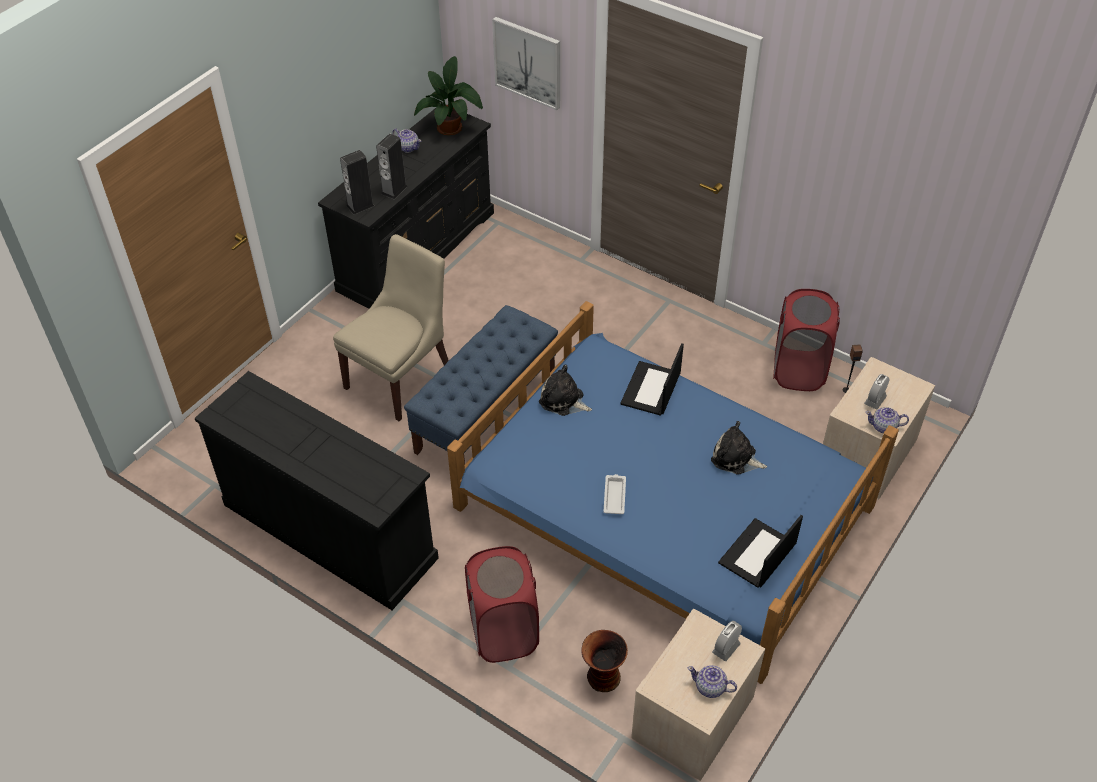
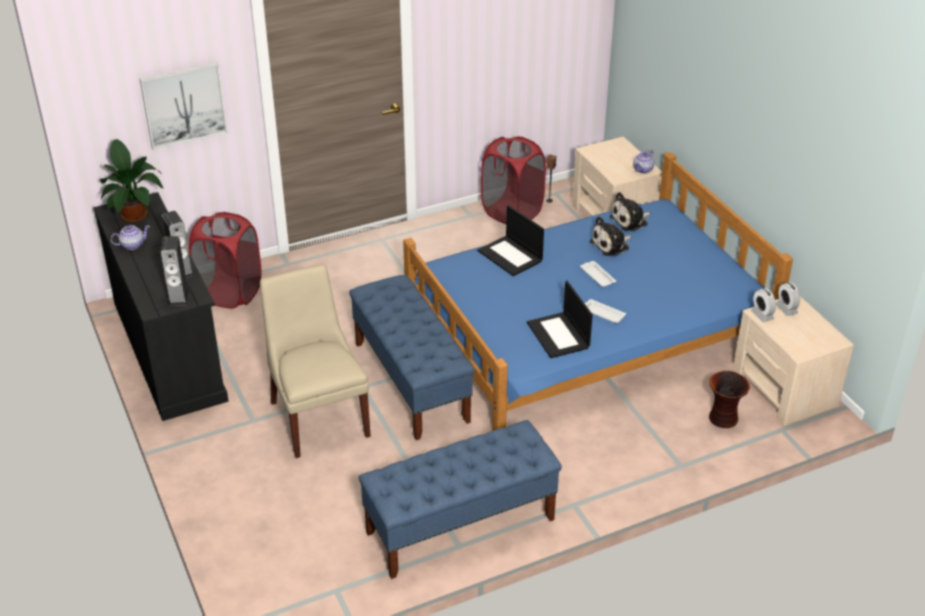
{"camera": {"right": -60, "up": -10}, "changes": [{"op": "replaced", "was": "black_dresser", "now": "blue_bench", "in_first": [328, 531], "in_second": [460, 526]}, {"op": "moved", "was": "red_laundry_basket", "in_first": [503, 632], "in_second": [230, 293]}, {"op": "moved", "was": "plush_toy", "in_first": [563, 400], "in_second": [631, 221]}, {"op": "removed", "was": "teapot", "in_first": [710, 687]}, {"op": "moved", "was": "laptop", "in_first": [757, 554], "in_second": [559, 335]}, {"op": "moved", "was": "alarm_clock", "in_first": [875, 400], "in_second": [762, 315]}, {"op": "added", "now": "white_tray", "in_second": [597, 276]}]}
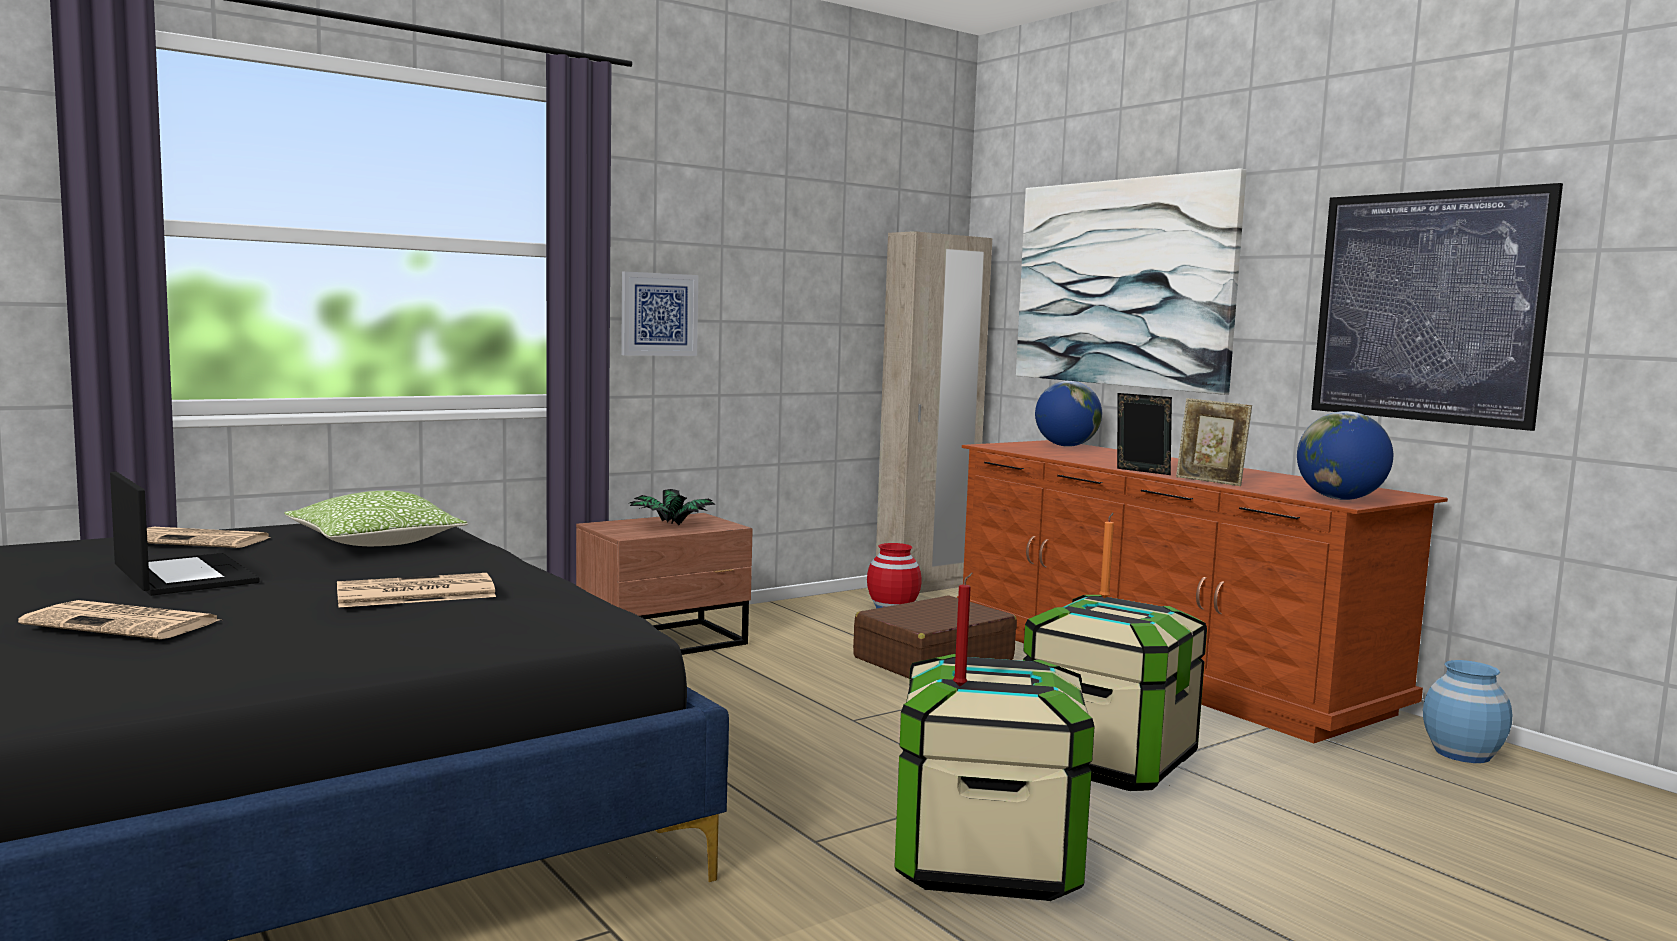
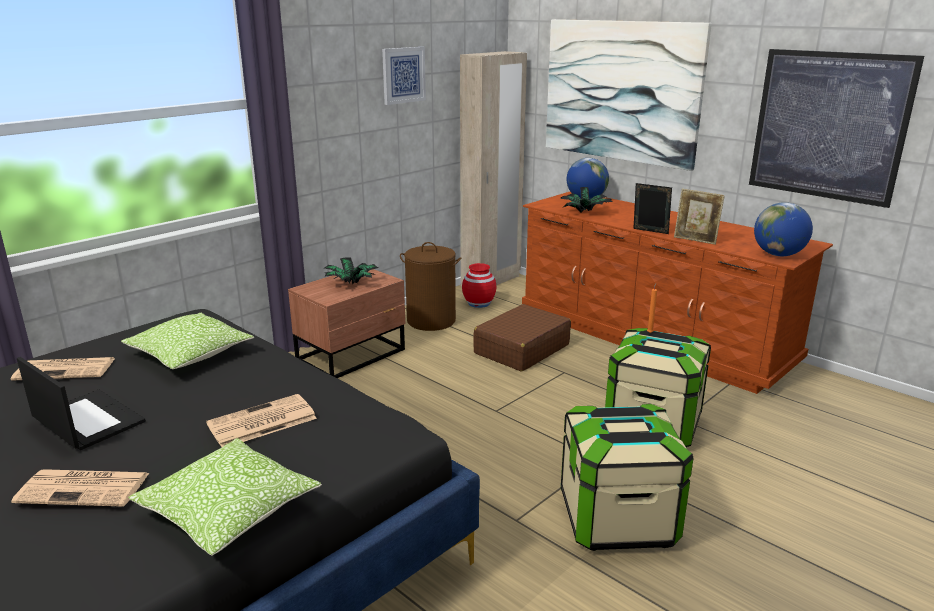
{"camera": {"right": -10, "up": 15}, "changes": [{"op": "moved", "was": "picture", "in_first": [658, 314], "in_second": [403, 75]}, {"op": "removed", "was": "red_candle", "in_first": [961, 686]}, {"op": "removed", "was": "blue_vase", "in_first": [1462, 753]}, {"op": "added", "now": "pillow", "in_second": [229, 511]}, {"op": "added", "now": "brown_laundry_basket", "in_second": [431, 321]}, {"op": "added", "now": "potted_plant", "in_second": [585, 212]}]}
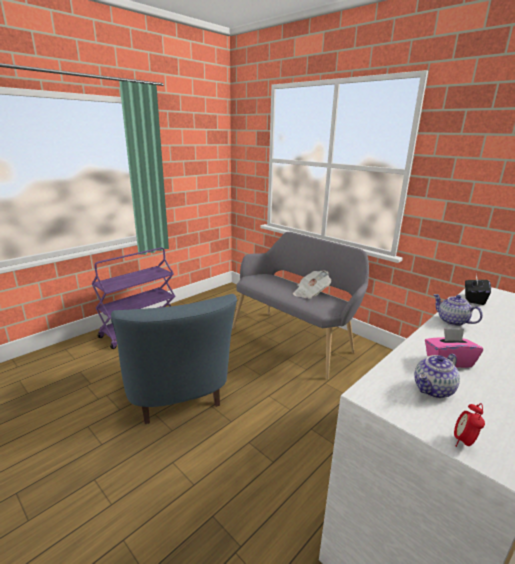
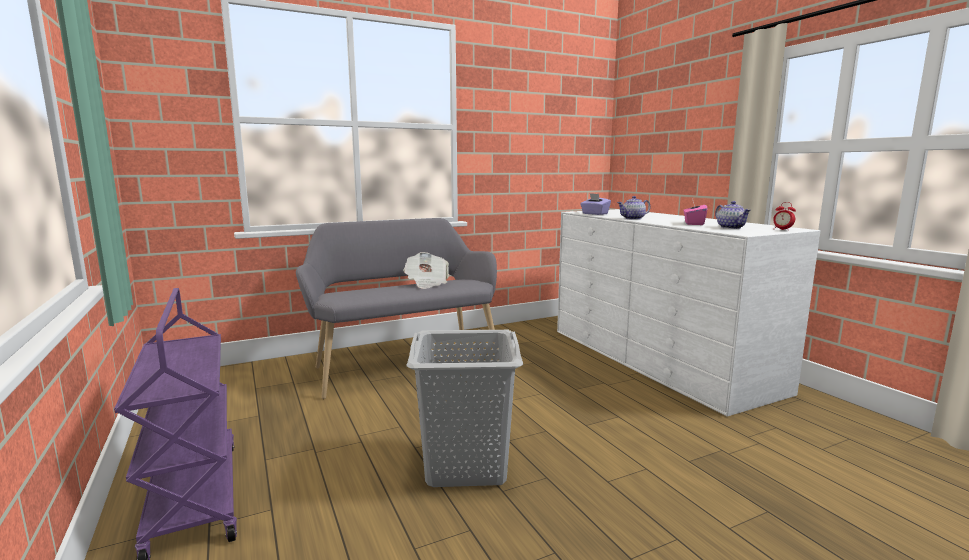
{"camera": {"right": -70, "up": -10}, "changes": [{"op": "replaced", "was": "blue_armchair", "now": "grey_laundry_basket", "in_first": [177, 395], "in_second": [466, 465]}, {"op": "recoloured", "was": "black_tissue_box", "now": "purple_tissue_box", "in_first": [473, 299], "in_second": [594, 214]}]}
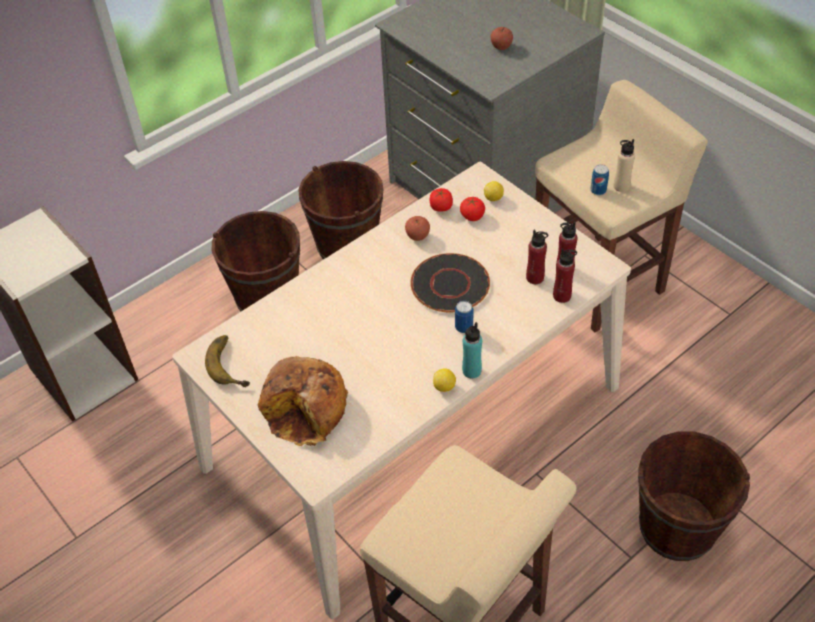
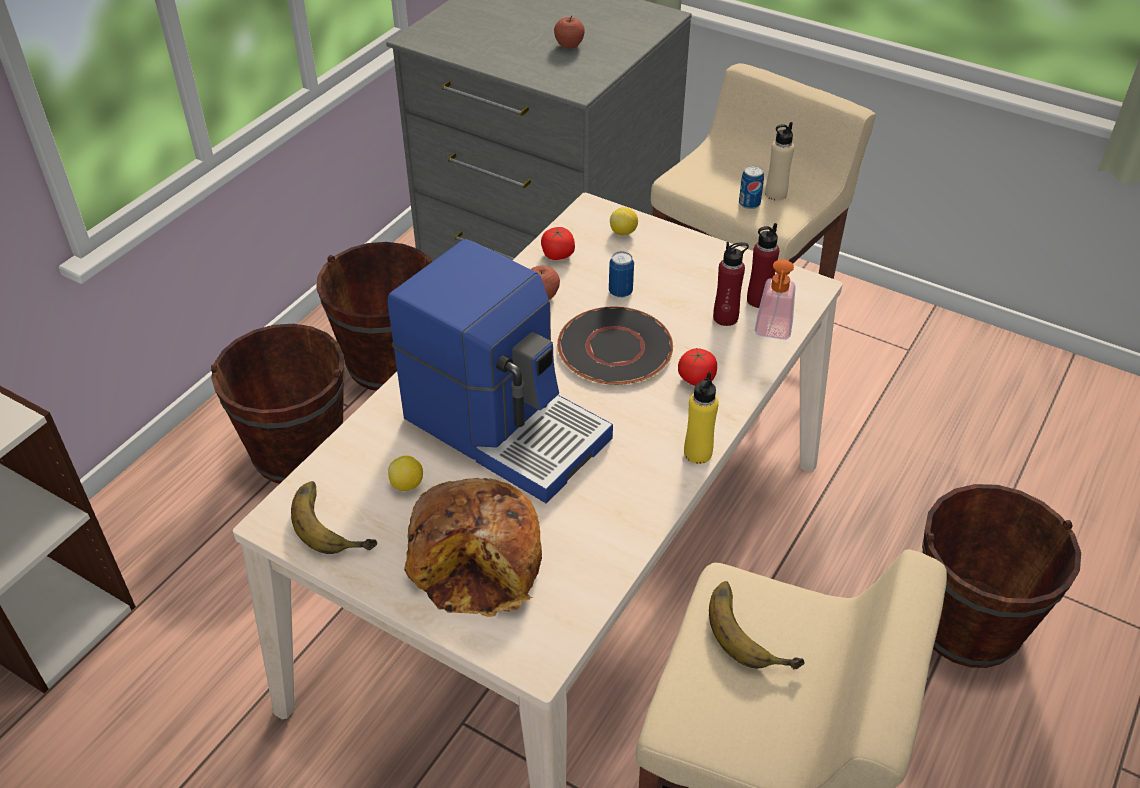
{"camera": {"right": -20, "up": -5}, "changes": [{"op": "moved", "was": "lemon", "in_first": [444, 387], "in_second": [407, 485]}, {"op": "moved", "was": "can", "in_first": [464, 327], "in_second": [620, 292]}, {"op": "moved", "was": "tomato", "in_first": [472, 216], "in_second": [696, 379]}, {"op": "recoloured", "was": "turquoise_bottle", "now": "yellow_bottle", "in_first": [471, 371], "in_second": [697, 453]}, {"op": "replaced", "was": "red_bottle", "now": "soap_dispenser", "in_first": [562, 296], "in_second": [772, 333]}, {"op": "added", "now": "coffee_machine", "in_second": [506, 426]}, {"op": "added", "now": "banana", "in_second": [753, 629]}]}
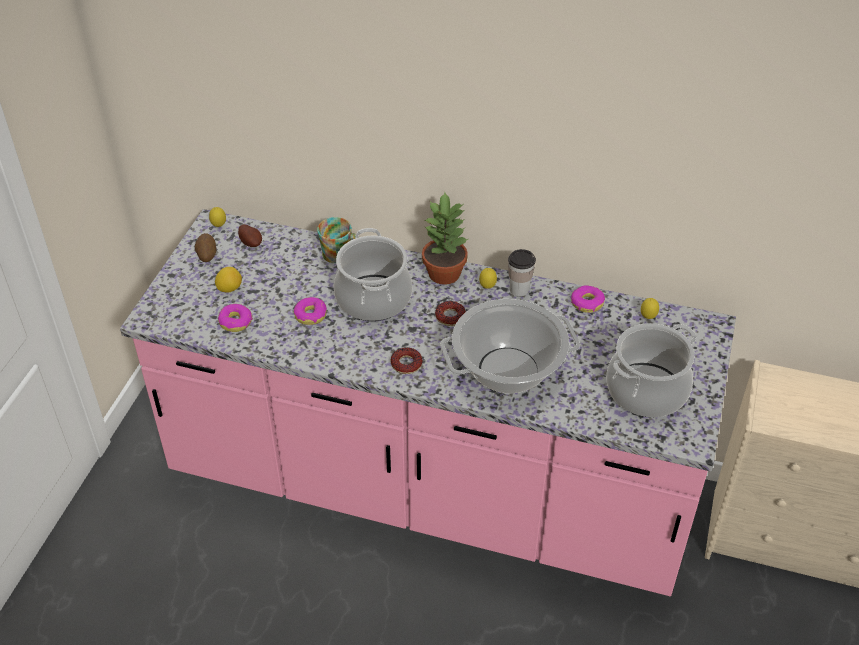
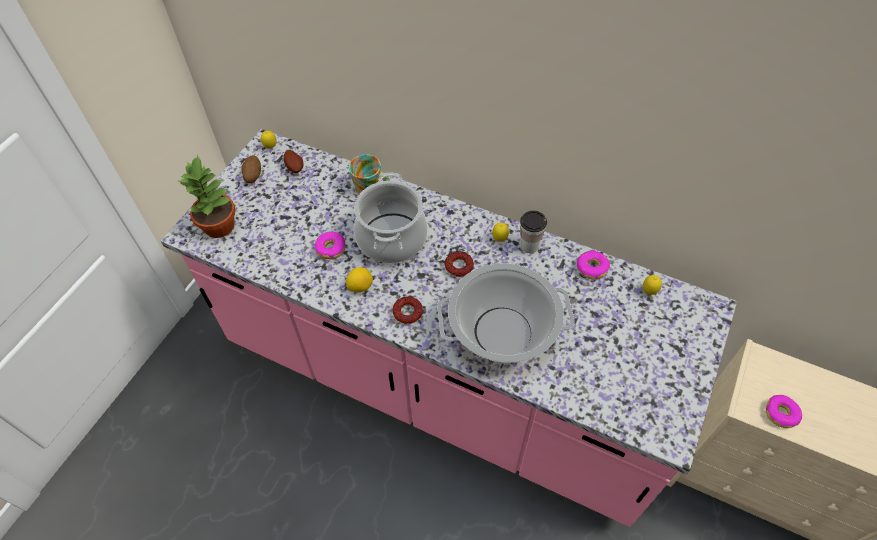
{"camera": {"right": 10, "up": 10}, "changes": [{"op": "moved", "was": "lemon", "in_first": [229, 288], "in_second": [360, 286]}, {"op": "moved", "was": "donut", "in_first": [235, 322], "in_second": [781, 414]}, {"op": "moved", "was": "potted_plant", "in_first": [445, 273], "in_second": [220, 226]}, {"op": "removed", "was": "cooking_pot", "in_first": [647, 391]}]}
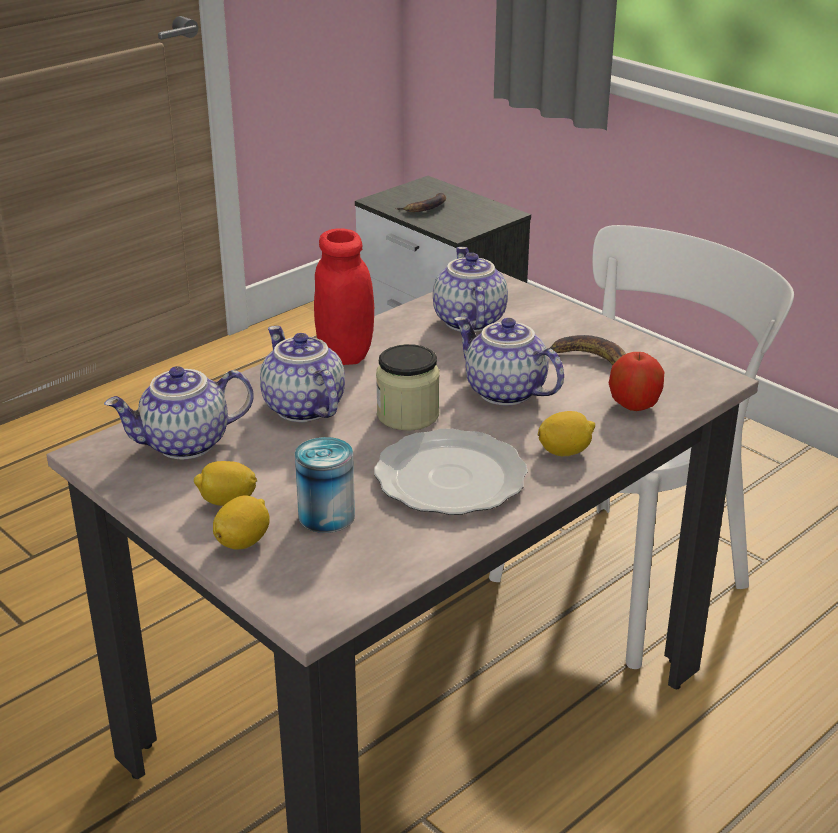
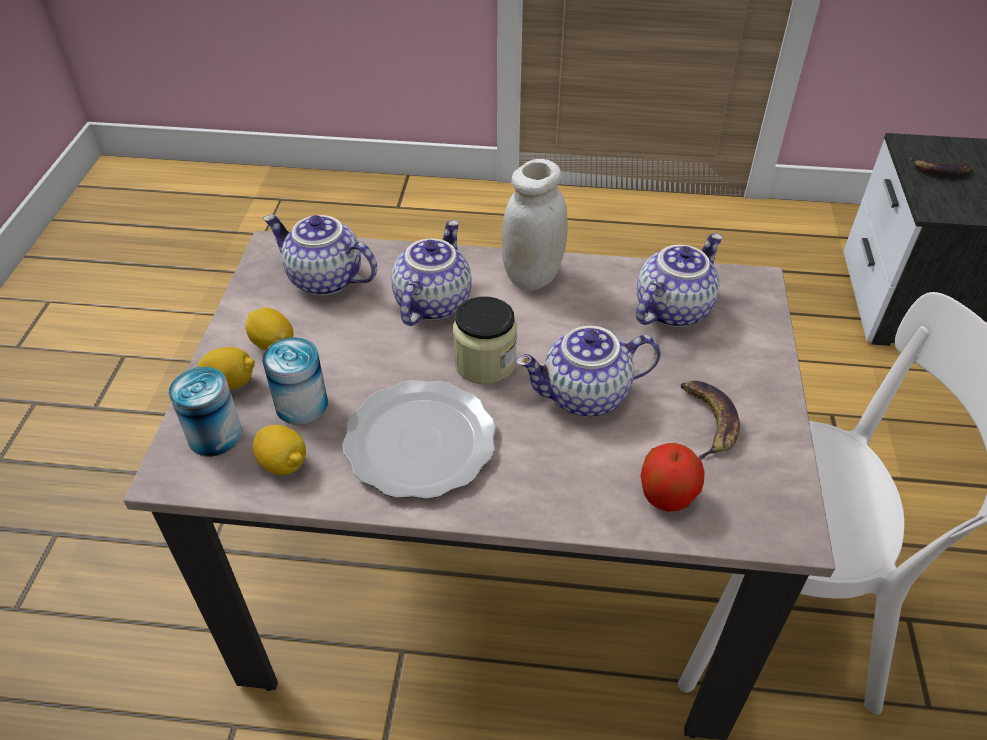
{"camera": {"right": 50, "up": 15}, "changes": [{"op": "recoloured", "was": "red_jar", "now": "white_jar", "in_first": [345, 354], "in_second": [533, 276]}, {"op": "turned", "was": "teapot", "in_first": [503, 392], "in_second": [585, 397], "clockwise": -105}, {"op": "moved", "was": "lemon", "in_first": [565, 451], "in_second": [283, 464]}, {"op": "added", "now": "can", "in_second": [215, 435]}]}
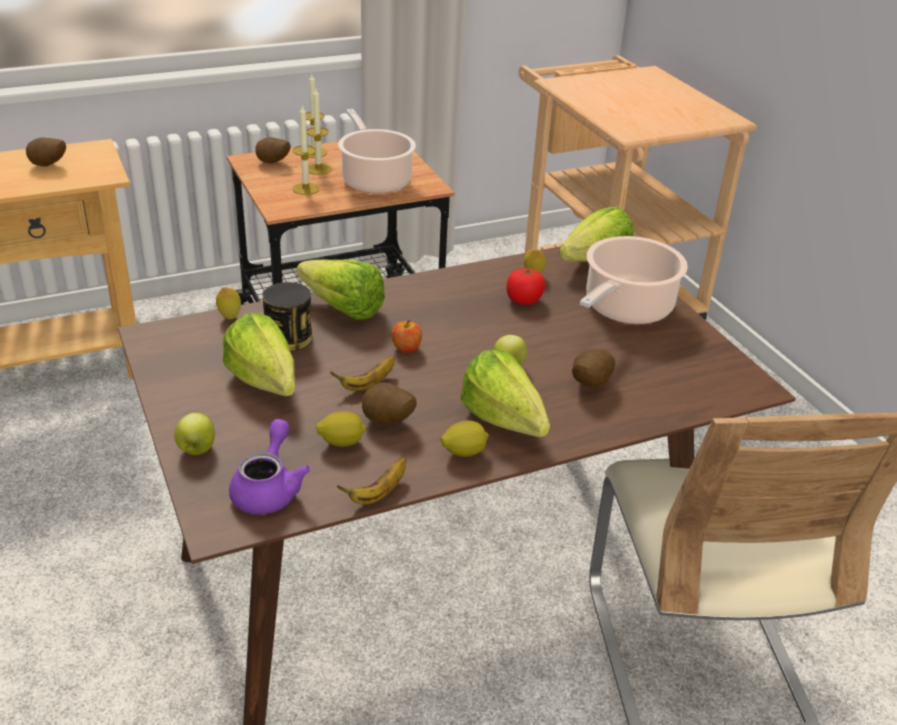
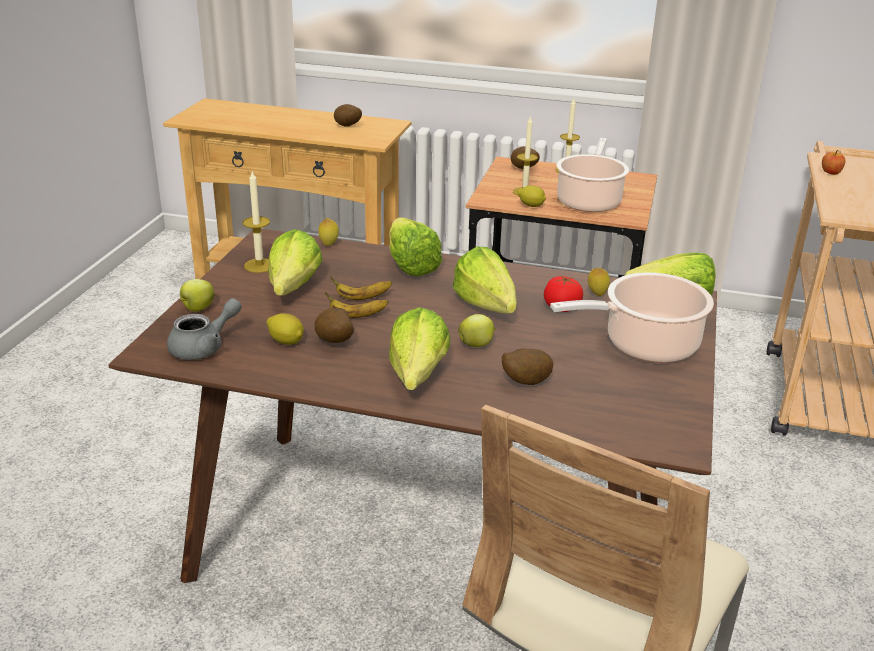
{"camera": {"right": 40, "up": -5}, "changes": [{"op": "recoloured", "was": "purple_teapot", "now": "grey_teapot", "in_first": [269, 488], "in_second": [204, 347]}, {"op": "removed", "was": "can", "in_first": [289, 338]}, {"op": "moved", "was": "candle", "in_first": [318, 169], "in_second": [259, 265]}, {"op": "moved", "was": "banana", "in_first": [378, 493], "in_second": [362, 298]}, {"op": "moved", "was": "apple", "in_first": [406, 348], "in_second": [830, 172]}, {"op": "moved", "was": "lemon", "in_first": [463, 452], "in_second": [531, 206]}, {"op": "added", "now": "lettuce", "in_second": [488, 310]}]}
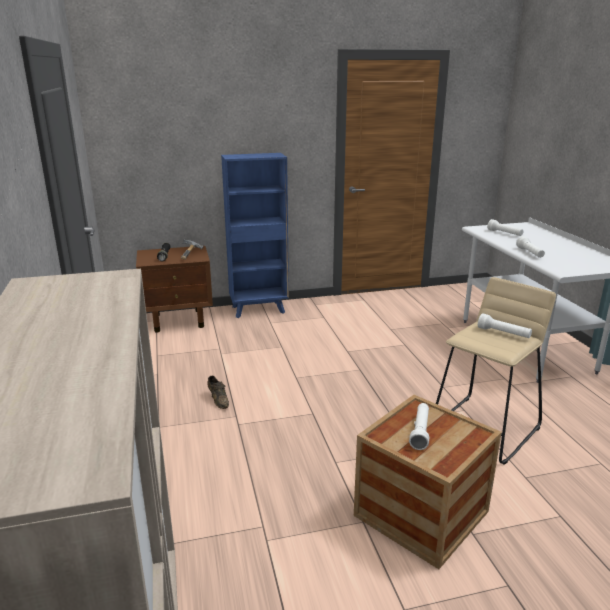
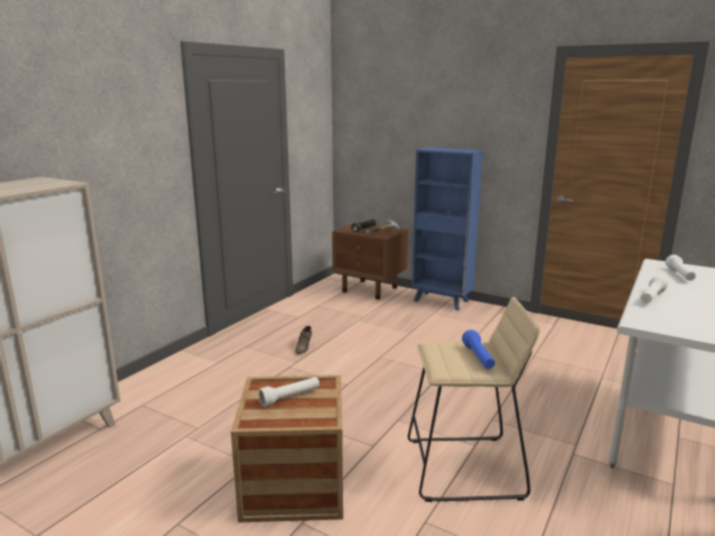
{"camera": {"right": 45, "up": -5}, "changes": [{"op": "recoloured", "was": "white_flashlight", "now": "blue_flashlight", "in_first": [503, 333], "in_second": [478, 358]}]}
